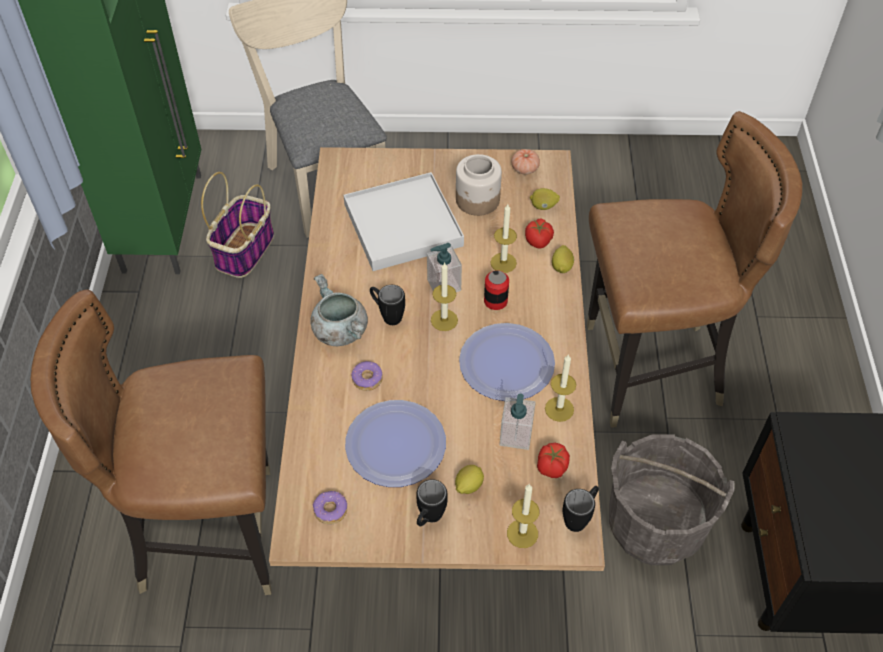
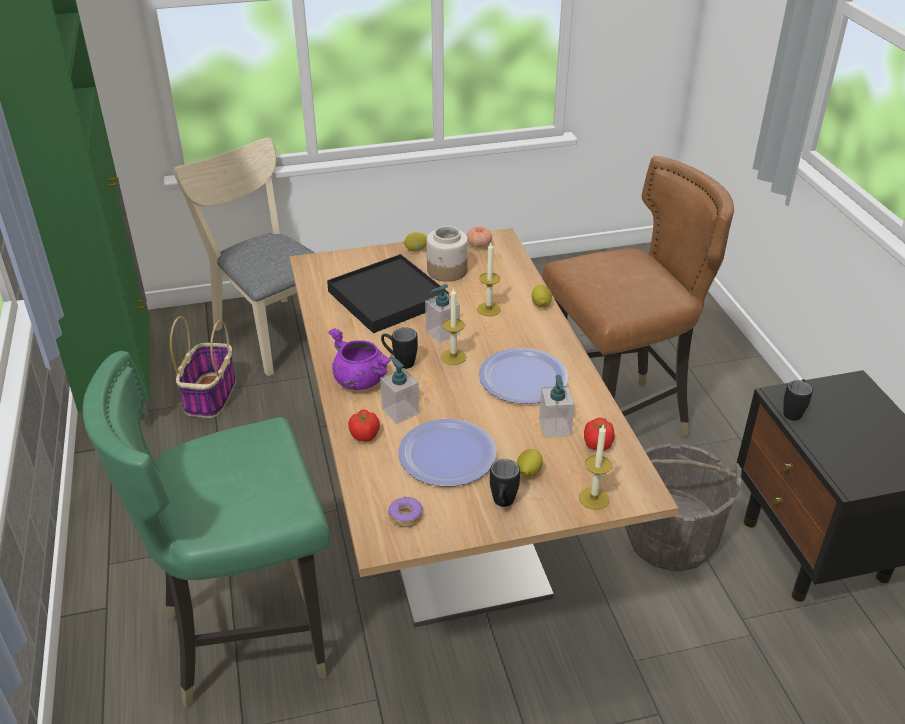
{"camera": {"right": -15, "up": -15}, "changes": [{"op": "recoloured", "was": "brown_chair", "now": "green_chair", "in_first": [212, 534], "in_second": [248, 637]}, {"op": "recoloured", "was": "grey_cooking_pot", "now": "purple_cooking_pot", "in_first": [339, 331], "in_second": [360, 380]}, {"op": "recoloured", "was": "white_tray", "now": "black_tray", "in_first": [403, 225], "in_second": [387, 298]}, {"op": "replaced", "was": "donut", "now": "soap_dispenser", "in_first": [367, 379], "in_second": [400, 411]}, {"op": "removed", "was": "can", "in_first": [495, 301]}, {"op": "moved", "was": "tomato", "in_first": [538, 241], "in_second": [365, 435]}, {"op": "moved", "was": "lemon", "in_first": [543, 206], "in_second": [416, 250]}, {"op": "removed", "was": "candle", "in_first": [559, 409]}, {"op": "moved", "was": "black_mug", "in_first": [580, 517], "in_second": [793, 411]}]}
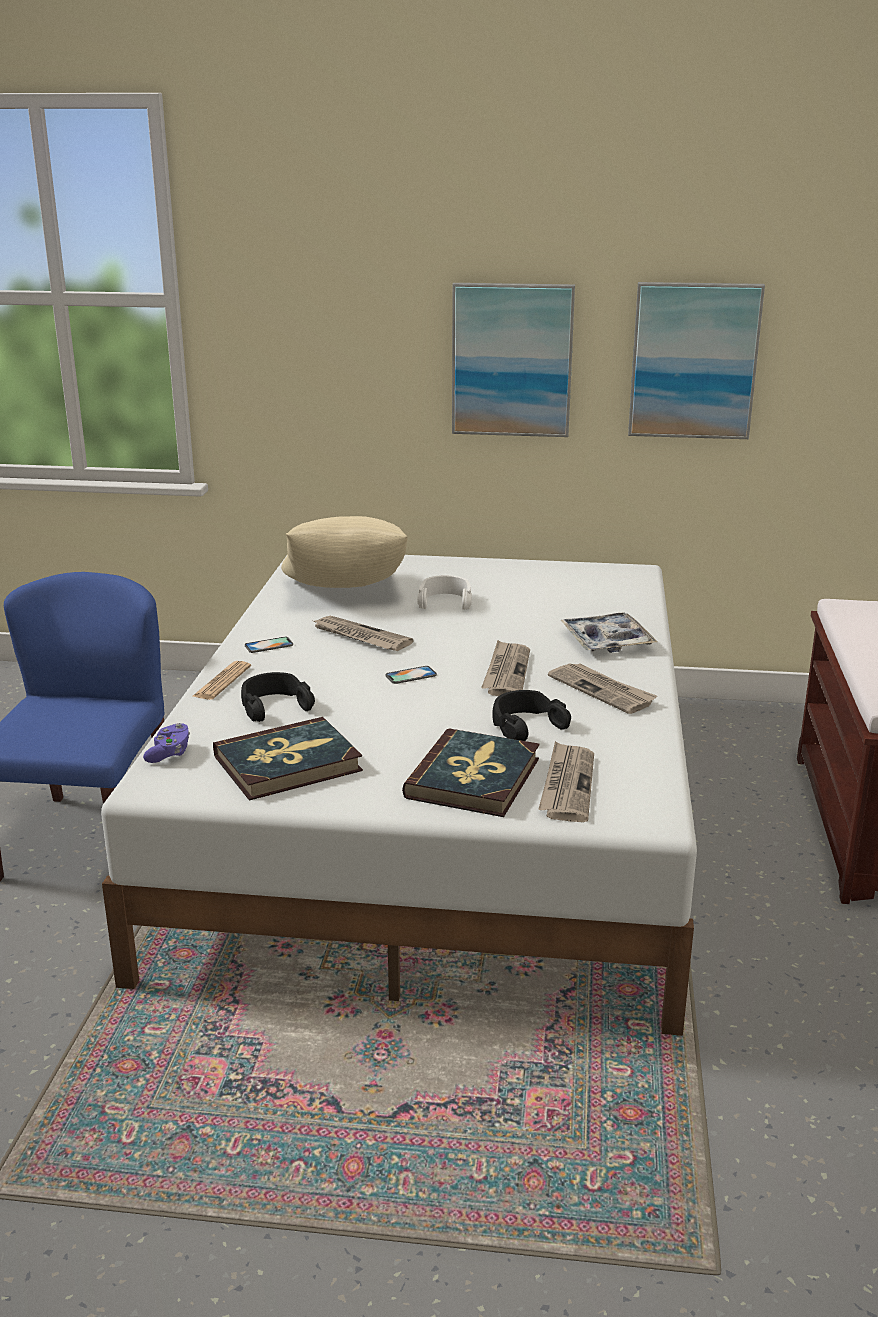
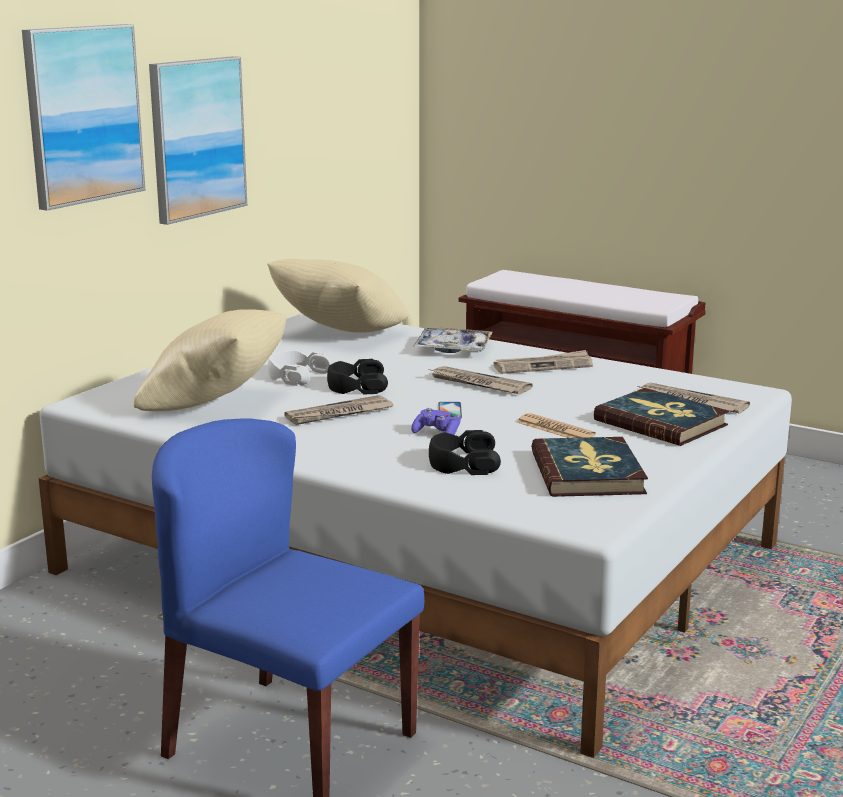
{"camera": {"right": -65, "up": -5}, "changes": [{"op": "moved", "was": "purple_game_controller", "in_first": [169, 753], "in_second": [437, 434]}, {"op": "moved", "was": "newspaper", "in_first": [222, 682], "in_second": [555, 429]}, {"op": "removed", "was": "phone", "in_first": [269, 645]}, {"op": "moved", "was": "black_headphones", "in_first": [526, 725], "in_second": [356, 386]}, {"op": "moved", "was": "picture", "in_first": [693, 361], "in_second": [83, 114]}, {"op": "added", "now": "beige_pillow", "in_second": [340, 335]}]}
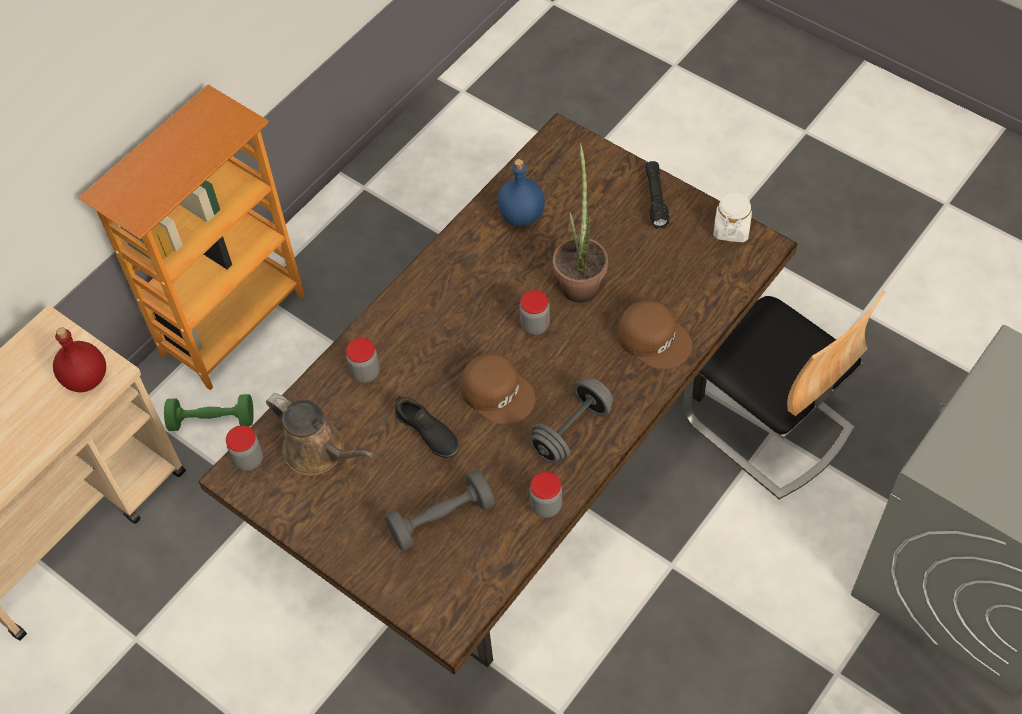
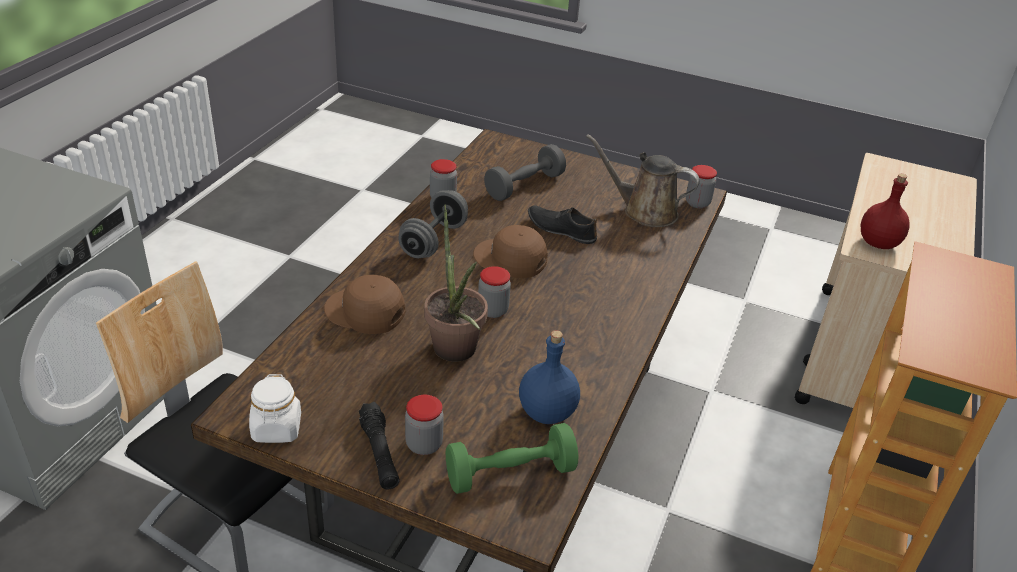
{"camera": {"right": 160, "up": -20}, "changes": [{"op": "moved", "was": "green_dumbbell", "in_first": [212, 420], "in_second": [510, 474]}, {"op": "moved", "was": "jar", "in_first": [365, 372], "in_second": [424, 444]}]}
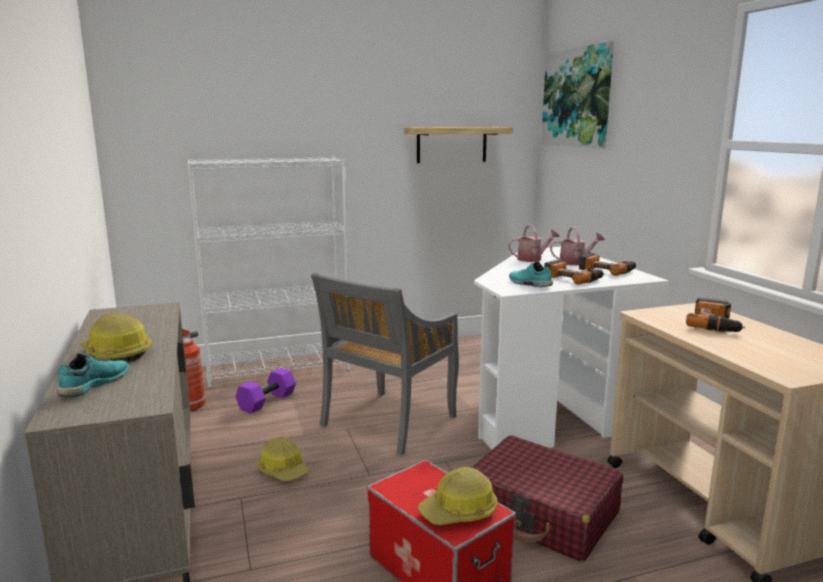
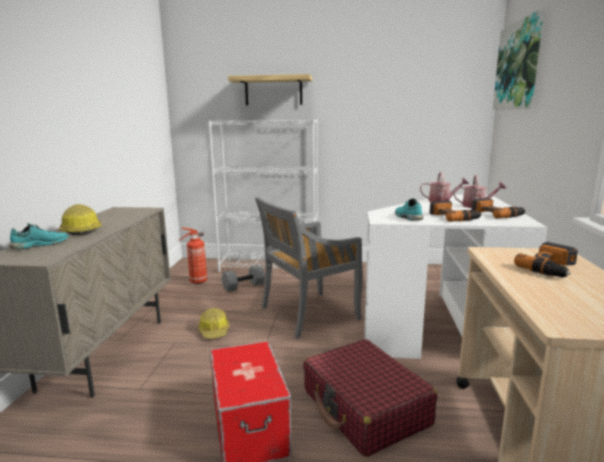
{"camera": {"right": 25, "up": 0}, "changes": [{"op": "recoloured", "was": "purple_dumbbell", "now": "grey_dumbbell", "in_first": [266, 401], "in_second": [243, 285]}, {"op": "moved", "was": "shelf", "in_first": [451, 144], "in_second": [273, 91]}, {"op": "removed", "was": "hard_hat", "in_first": [459, 511]}]}
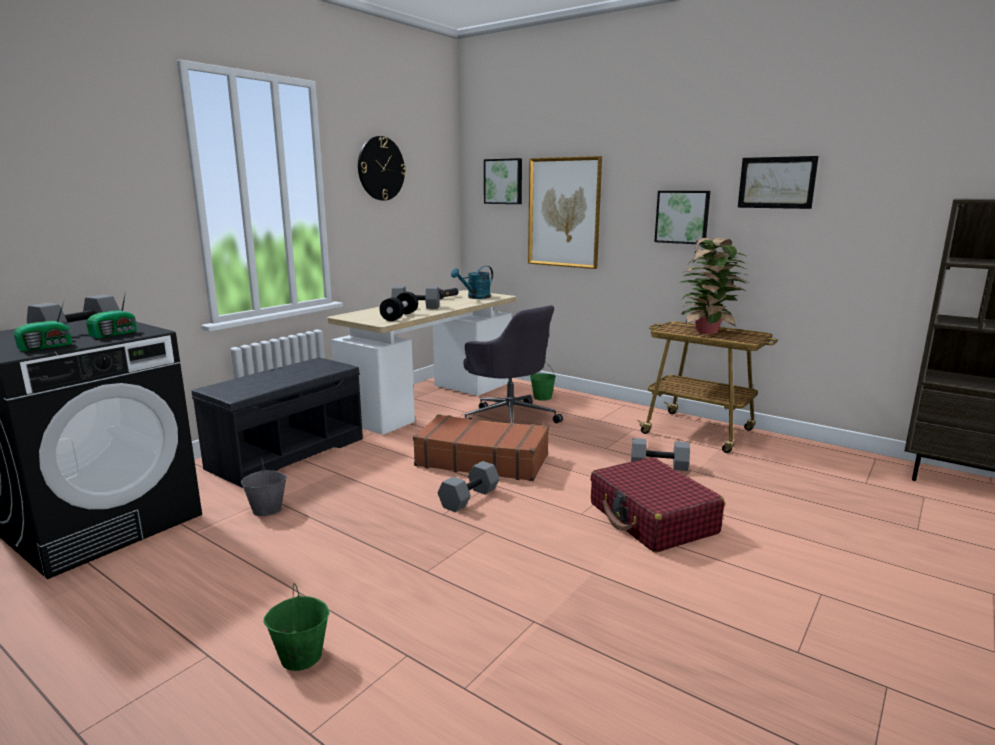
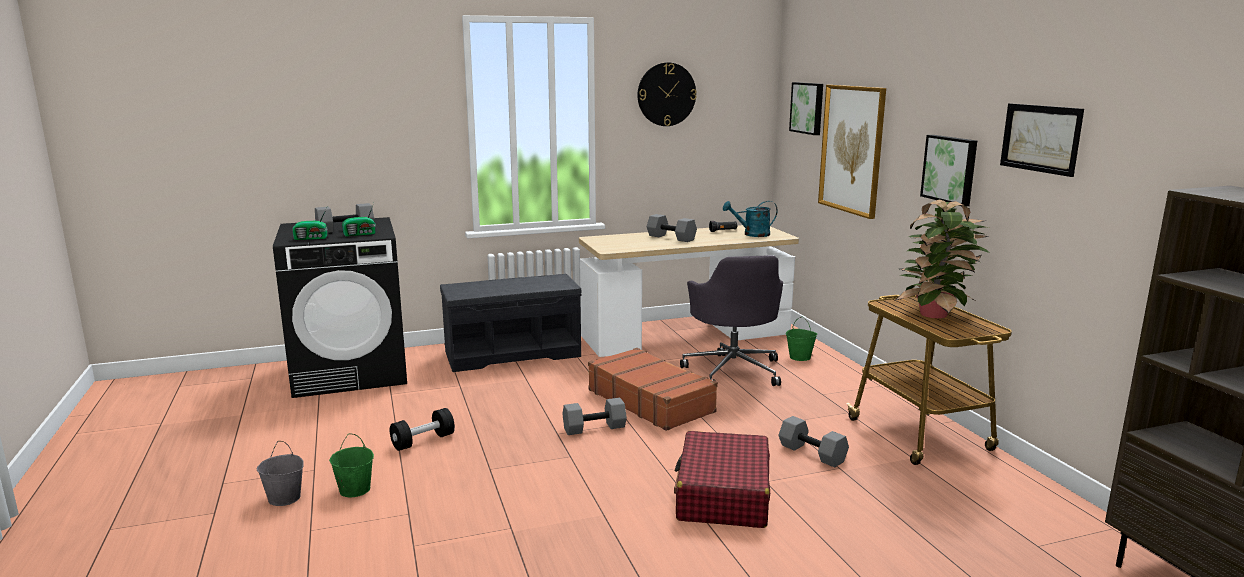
{"camera": {"right": 35, "up": 0}, "changes": [{"op": "moved", "was": "grey_bucket", "in_first": [267, 509], "in_second": [285, 498]}, {"op": "moved", "was": "black_dumbbell", "in_first": [399, 317], "in_second": [423, 441]}]}
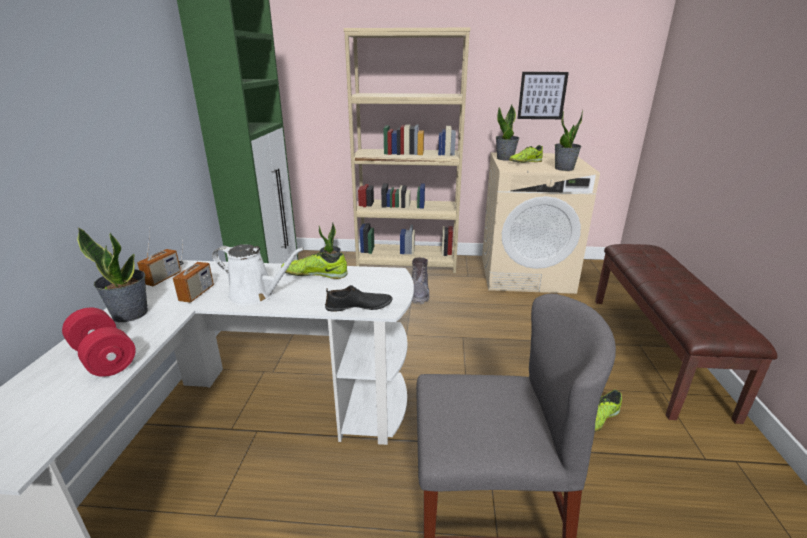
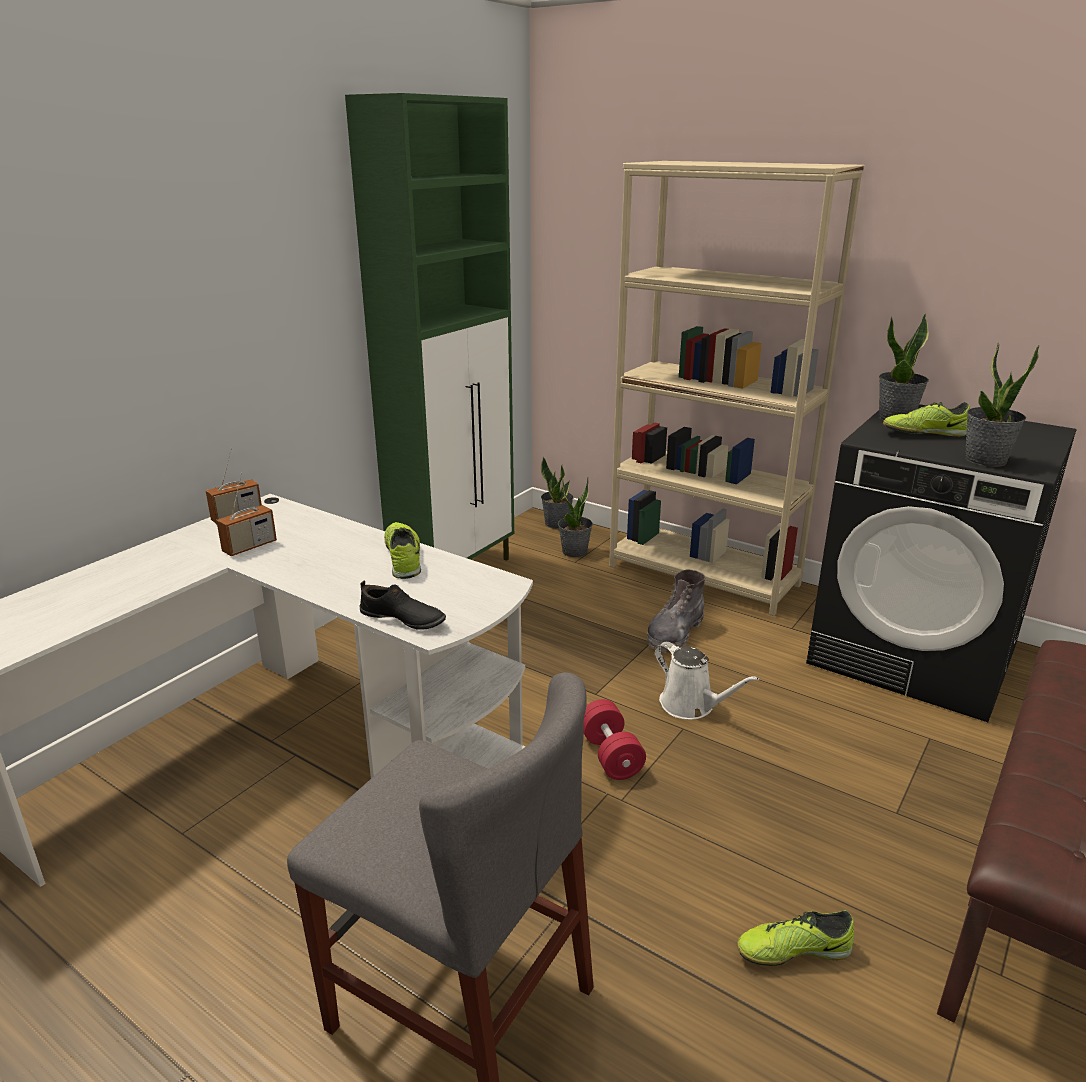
{"camera": {"right": 30, "up": 0}, "changes": [{"op": "moved", "was": "red_dumbbell", "in_first": [104, 357], "in_second": [610, 755]}, {"op": "moved", "was": "potted_plant", "in_first": [130, 313], "in_second": [556, 523]}, {"op": "moved", "was": "white_watering_can", "in_first": [256, 295], "in_second": [691, 706]}, {"op": "turned", "was": "shoe", "in_first": [315, 274], "in_second": [403, 557], "clockwise": 45}, {"op": "recoloured", "was": "beige_washing_machine", "now": "black_washing_machine", "in_first": [526, 274], "in_second": [914, 654]}, {"op": "removed", "was": "picture", "in_first": [542, 95]}]}
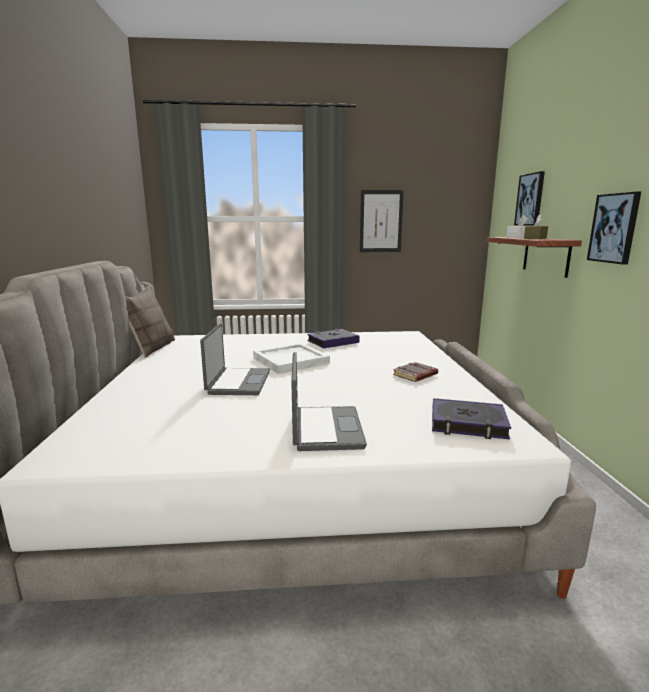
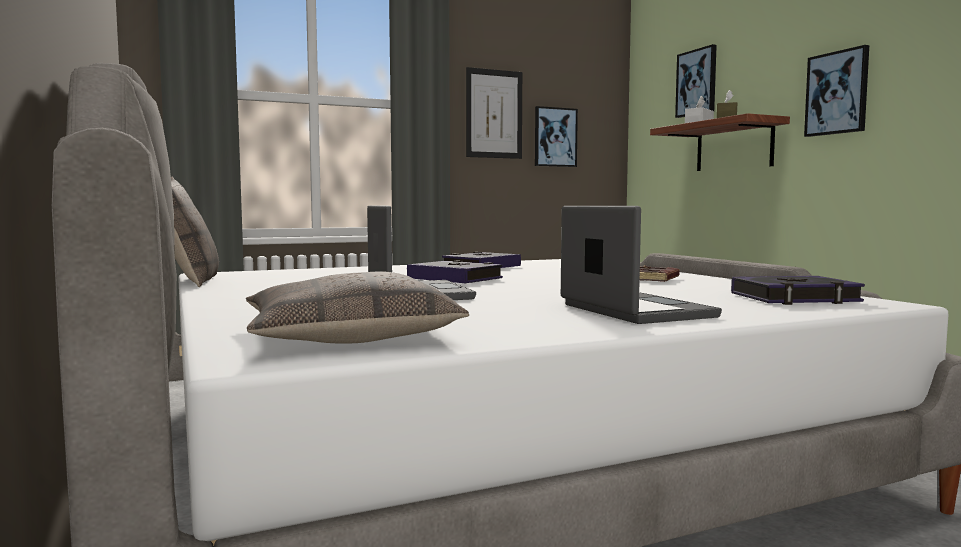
{"camera": {"right": -20, "up": -10}, "changes": [{"op": "replaced", "was": "white_tray", "now": "book", "in_first": [291, 360], "in_second": [455, 279]}, {"op": "added", "now": "pillow", "in_second": [348, 335]}, {"op": "added", "now": "picture", "in_second": [555, 137]}]}
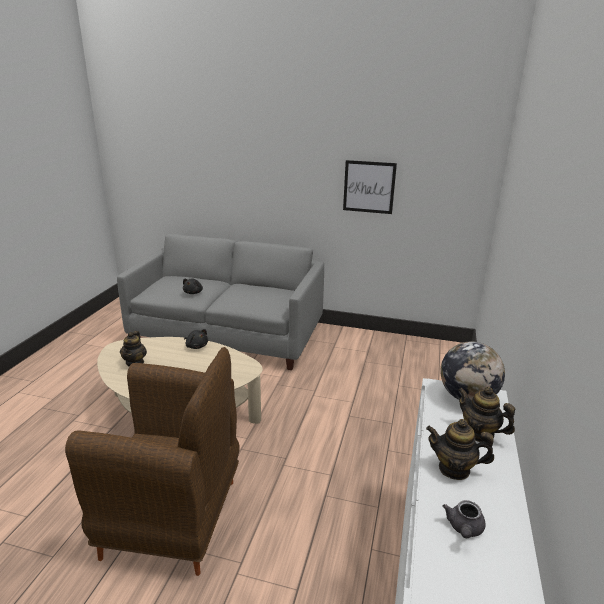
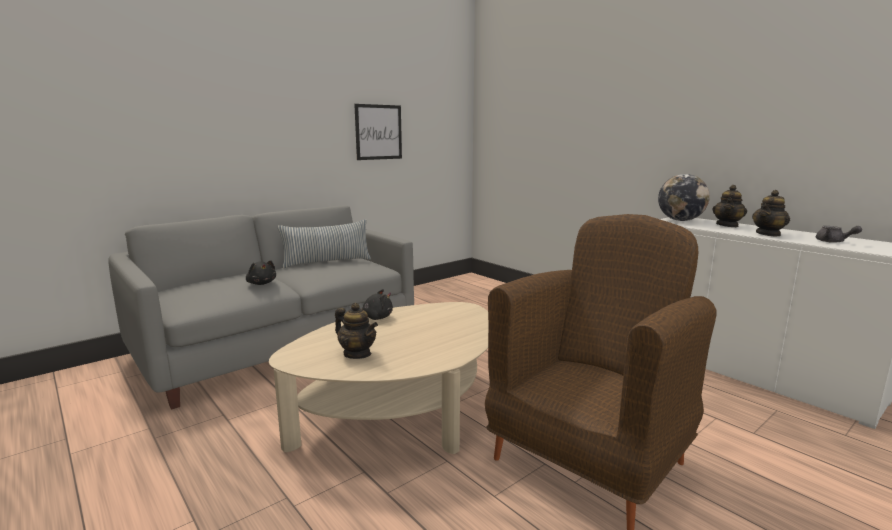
{"camera": {"right": -55, "up": -10}, "changes": [{"op": "turned", "was": "teapot", "in_first": [479, 433], "in_second": [727, 225], "clockwise": -45}, {"op": "added", "now": "pillow", "in_second": [327, 262]}]}
